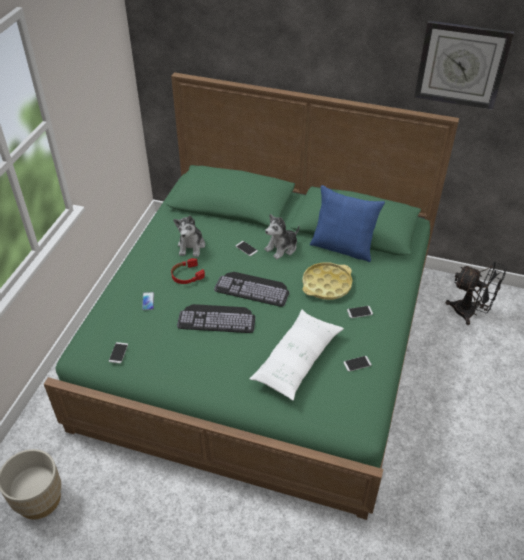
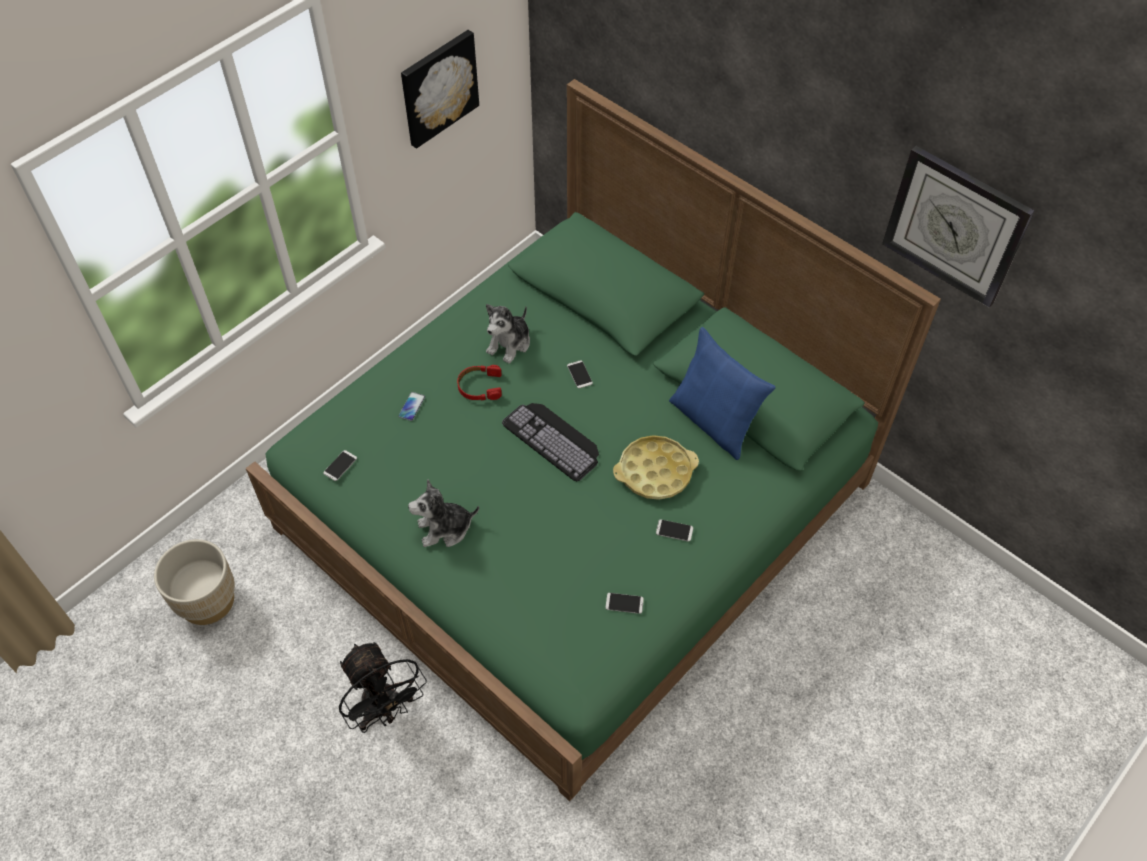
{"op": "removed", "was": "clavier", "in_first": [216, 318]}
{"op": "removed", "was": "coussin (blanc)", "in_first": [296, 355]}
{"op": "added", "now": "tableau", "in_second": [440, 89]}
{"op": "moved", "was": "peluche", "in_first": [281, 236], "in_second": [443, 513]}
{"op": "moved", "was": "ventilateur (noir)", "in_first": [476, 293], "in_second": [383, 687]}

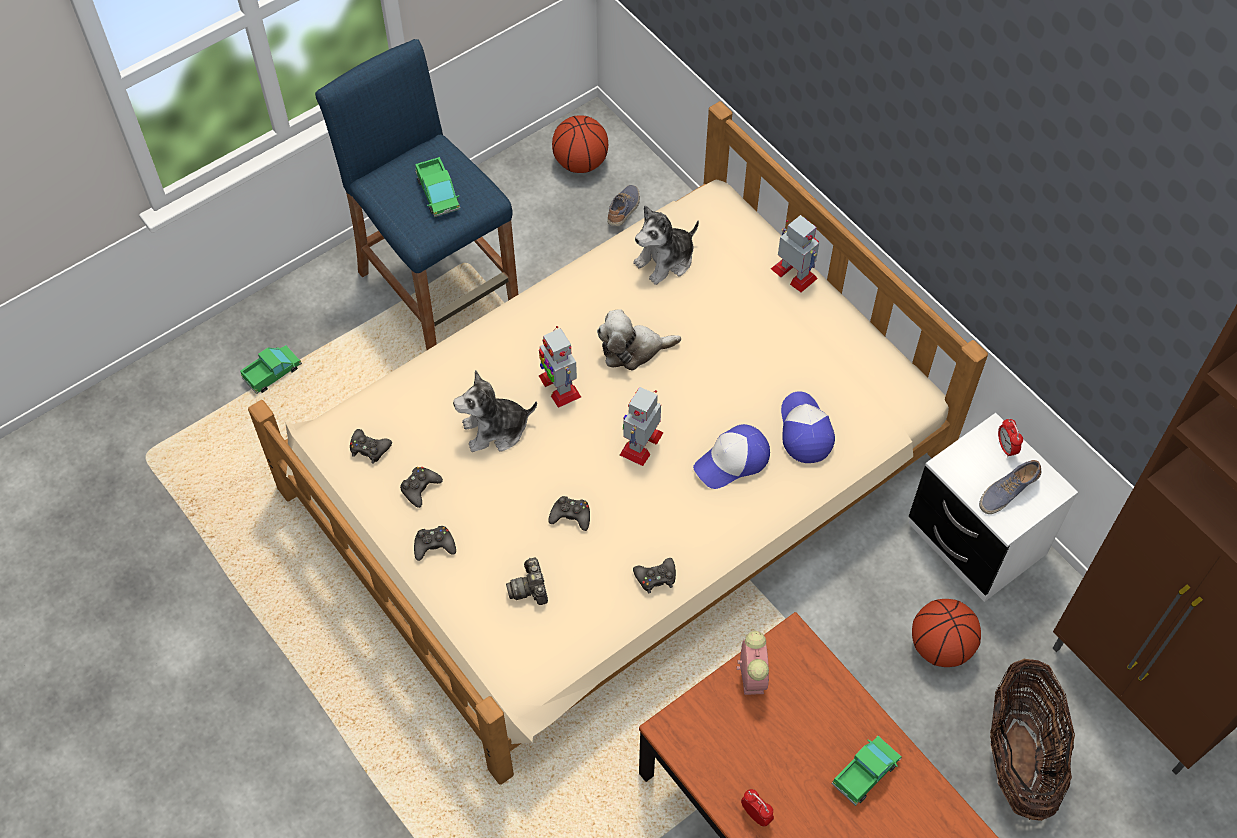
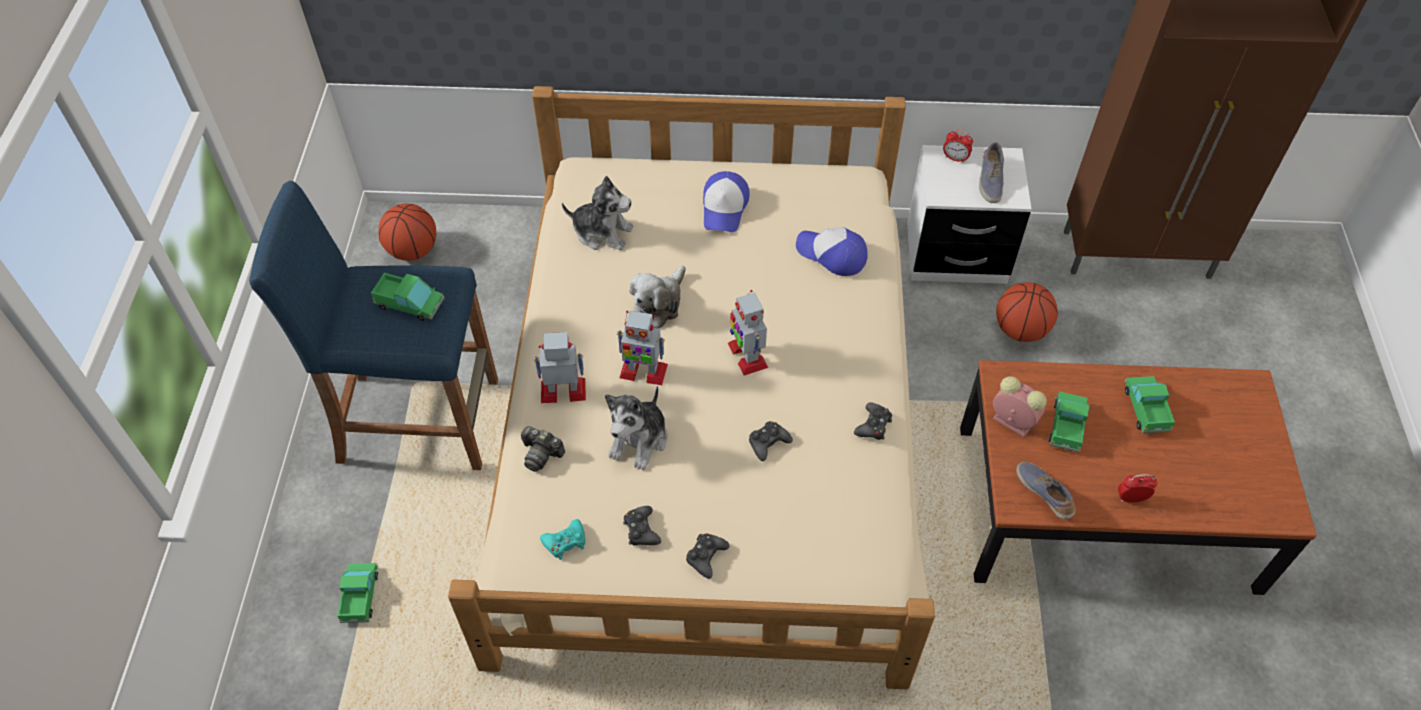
{"op": "removed", "was": "panier", "in_first": [1032, 740]}
{"op": "added", "now": "camion jouet", "in_second": [1069, 421]}
{"op": "moved", "was": "appareil photo", "in_first": [527, 581], "in_second": [543, 449]}
{"op": "moved", "was": "chaussure", "in_first": [623, 205], "in_second": [1046, 490]}
{"op": "moved", "was": "casquette", "in_first": [731, 456], "in_second": [726, 201]}
{"op": "moved", "was": "robot jouet", "in_first": [795, 253], "in_second": [560, 367]}
{"op": "recoloured", "was": "manette (noir)", "now": "manette (turquoise)", "in_first": [371, 446], "in_second": [562, 539]}
{"op": "turned", "was": "peluche", "in_first": [666, 245], "in_second": [598, 213], "clockwise": -75}

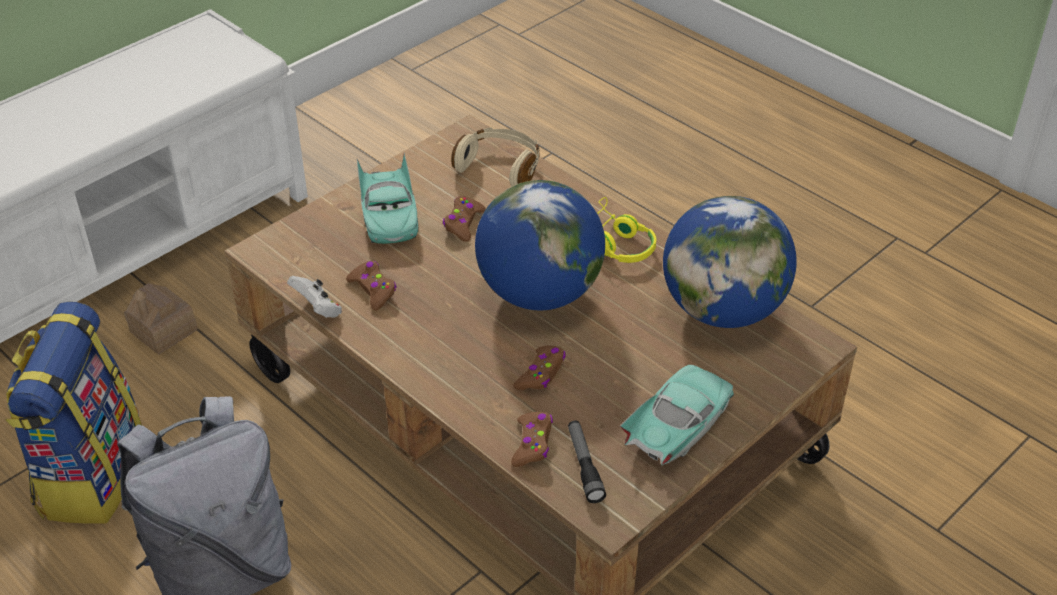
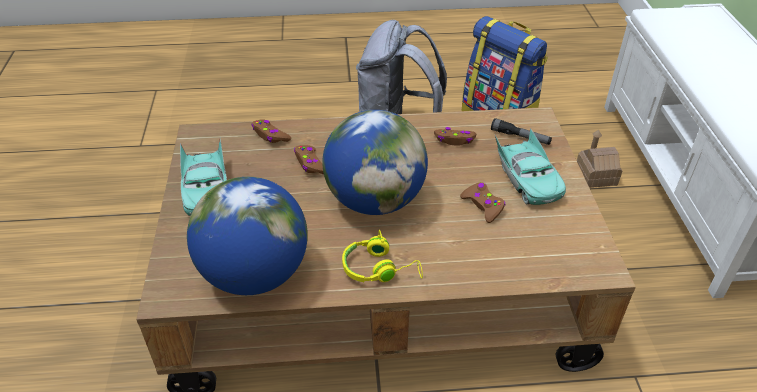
{"op": "removed", "was": "manette (blanc)", "in_first": [314, 297]}
{"op": "removed", "was": "casque audio (beige)", "in_first": [495, 157]}
{"op": "moved", "was": "lampe de poche", "in_first": [587, 462], "in_second": [521, 131]}
{"op": "turned", "was": "petite voiture (turquoise)", "in_first": [387, 198], "in_second": [530, 166], "clockwise": -135}

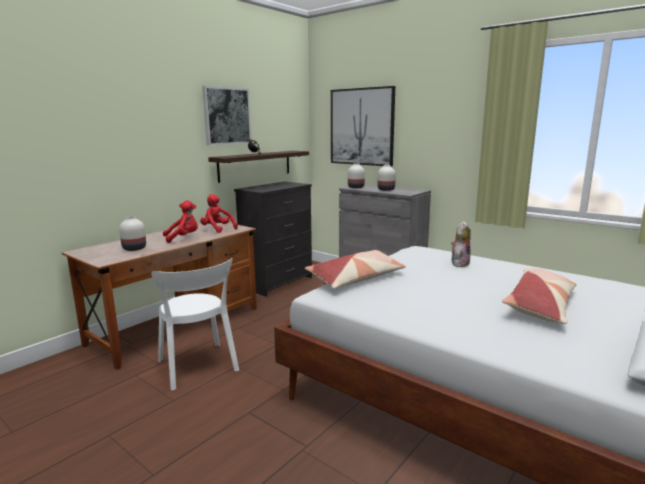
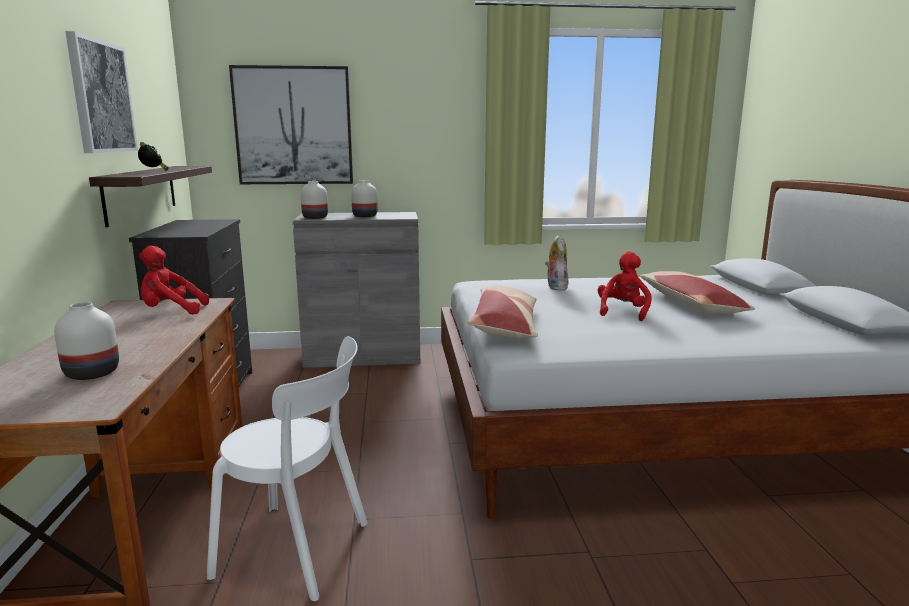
{"op": "moved", "was": "peluche (rouge)", "in_first": [180, 221], "in_second": [625, 286]}

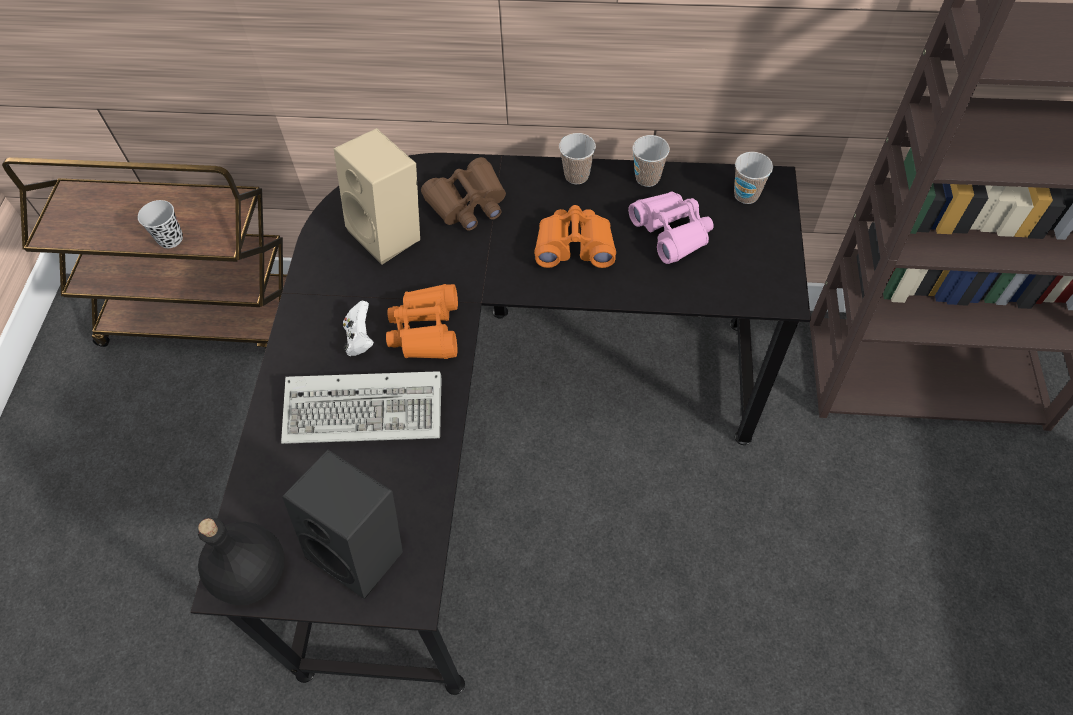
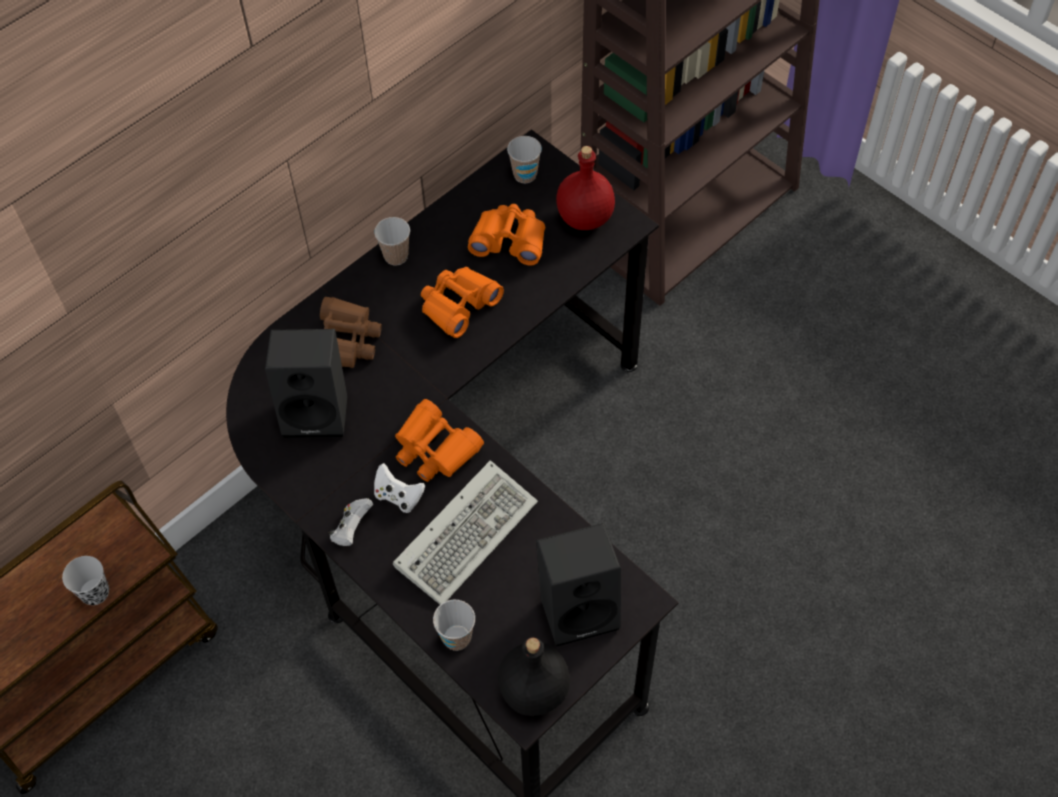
{"op": "added", "now": "manette (blanc)", "in_second": [351, 522]}
{"op": "added", "now": "bouteille (rouge)", "in_second": [585, 188]}
{"op": "moved", "was": "tasse", "in_first": [651, 161], "in_second": [454, 625]}
{"op": "recoloured", "was": "enceinte (beige)", "now": "enceinte (noir)", "in_first": [377, 196], "in_second": [306, 383]}
{"op": "recoloured", "was": "jumelles (rose)", "now": "jumelles (orange)", "in_first": [671, 227], "in_second": [506, 235]}

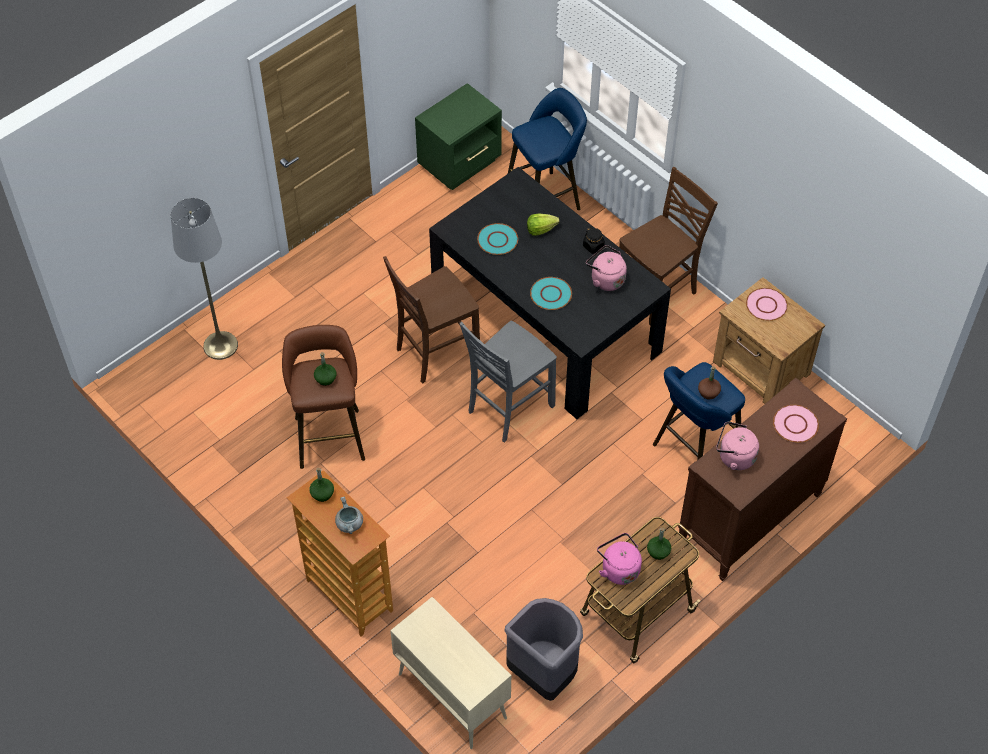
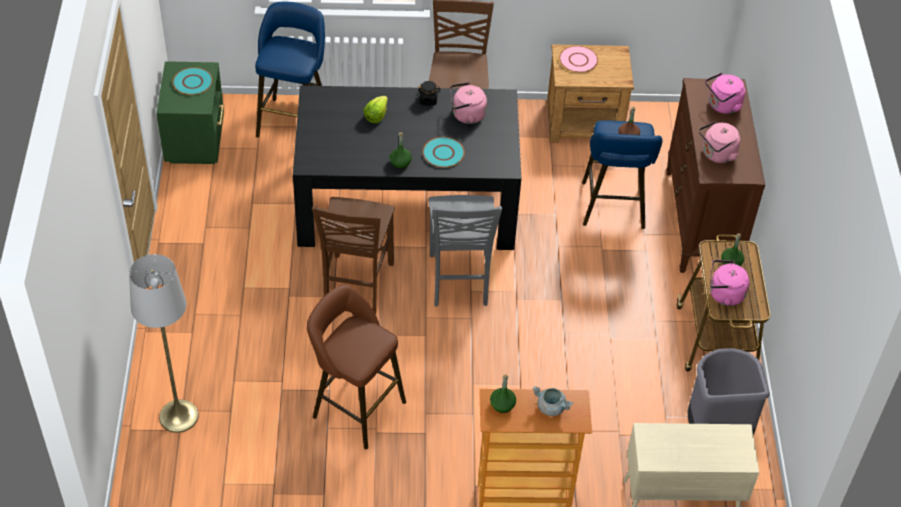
{"op": "moved", "was": "bouteille (vert)", "in_first": [325, 369], "in_second": [401, 150]}
{"op": "moved", "was": "assiette (turquoise)", "in_first": [497, 239], "in_second": [192, 81]}
{"op": "replaced", "was": "assiette (rose)", "now": "bouilloire (rose)", "in_first": [796, 424], "in_second": [725, 93]}

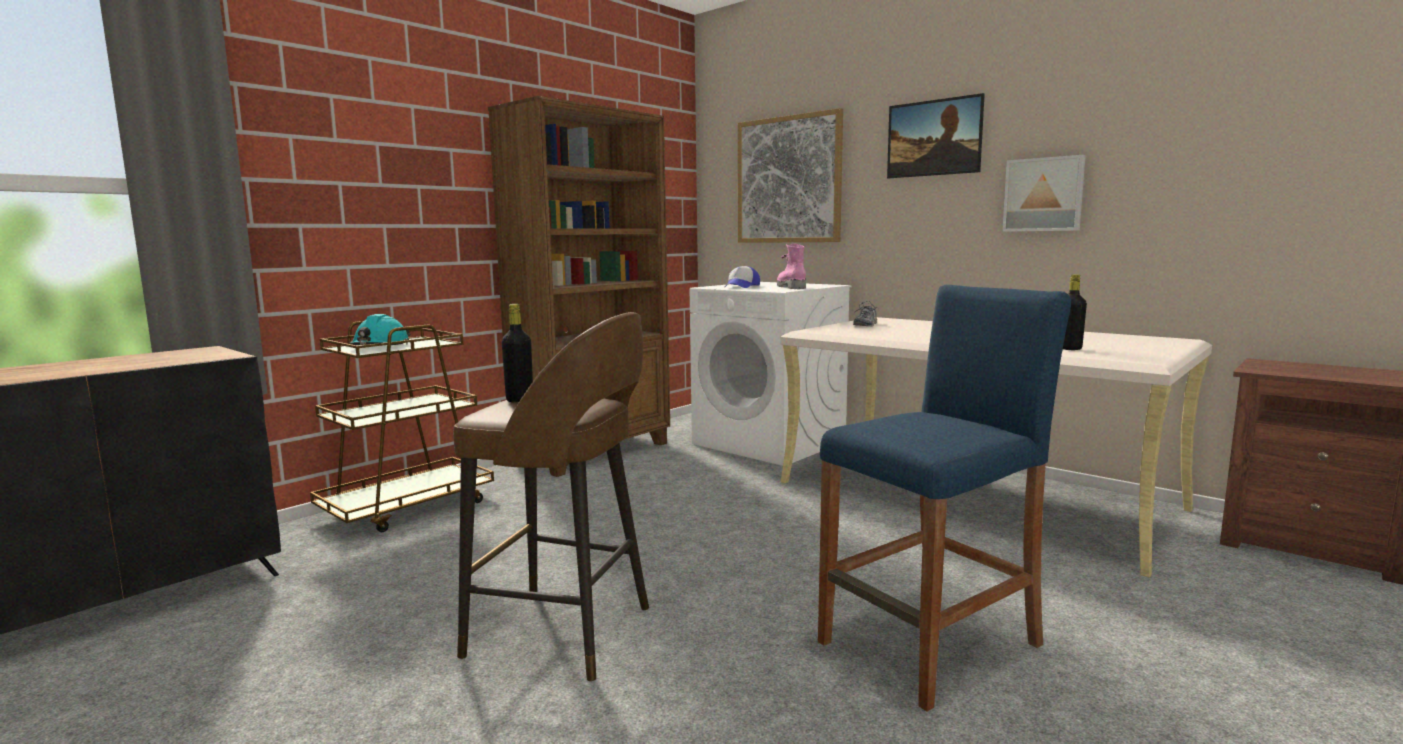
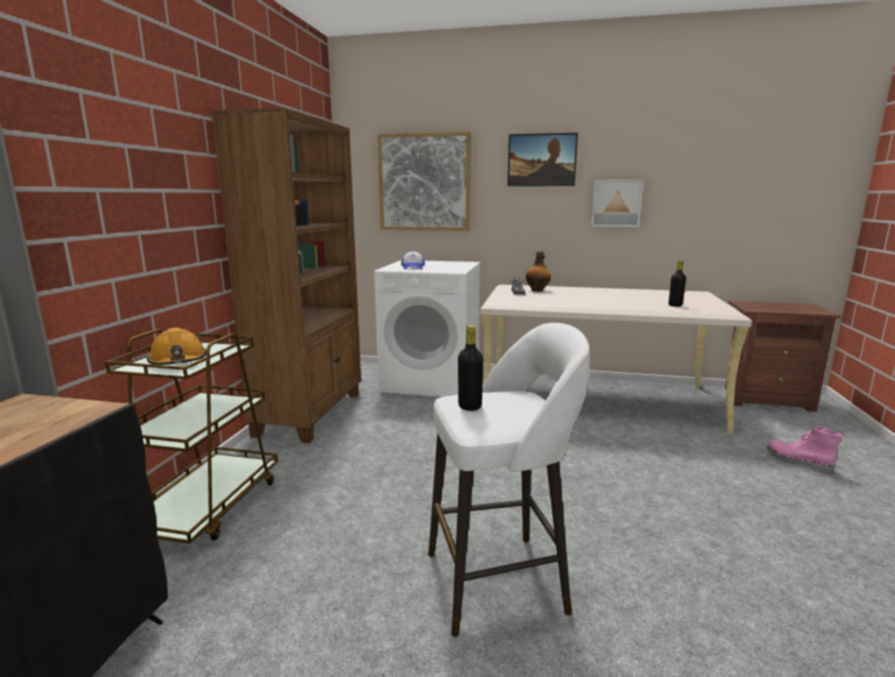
{"op": "removed", "was": "tabouret (bleu)", "in_first": [944, 498]}
{"op": "added", "now": "bouteille", "in_second": [538, 271]}
{"op": "moved", "was": "botte (rose)", "in_first": [791, 266], "in_second": [804, 450]}
{"op": "recoloured", "was": "casque de chantier (turquoise)", "now": "casque de chantier (orange)", "in_first": [380, 329], "in_second": [176, 346]}
{"op": "recoloured", "was": "tabouret (marron)", "now": "tabouret (blanc)", "in_first": [551, 497], "in_second": [508, 480]}

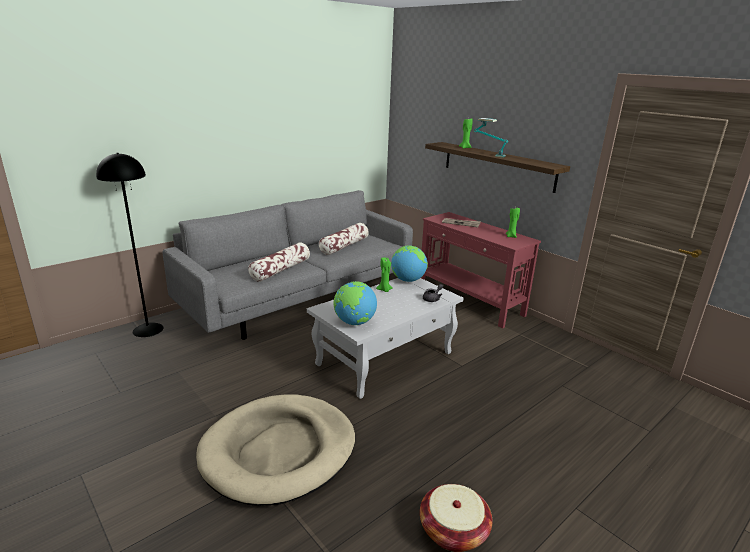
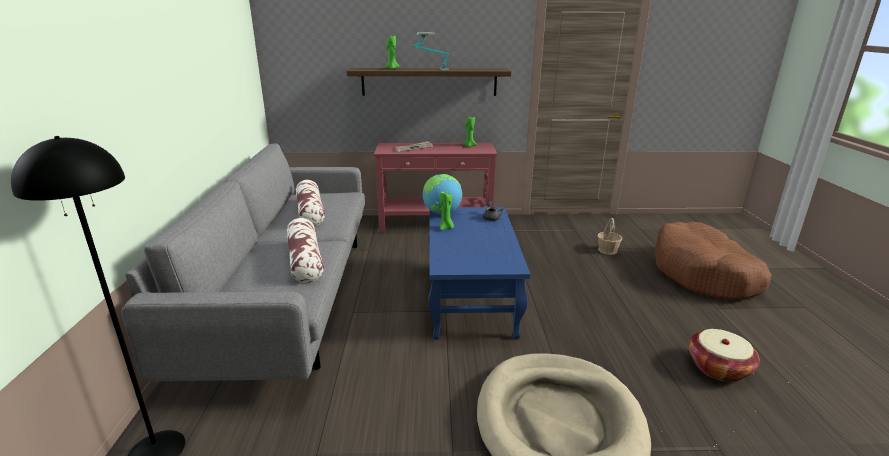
{"op": "removed", "was": "globe", "in_first": [355, 303]}
{"op": "added", "now": "panier", "in_second": [610, 236]}
{"op": "added", "now": "panier pour chien (marron)", "in_second": [713, 261]}
{"op": "recoloured", "was": "table basse (blanc)", "now": "table basse (bleu)", "in_first": [385, 338], "in_second": [479, 273]}

